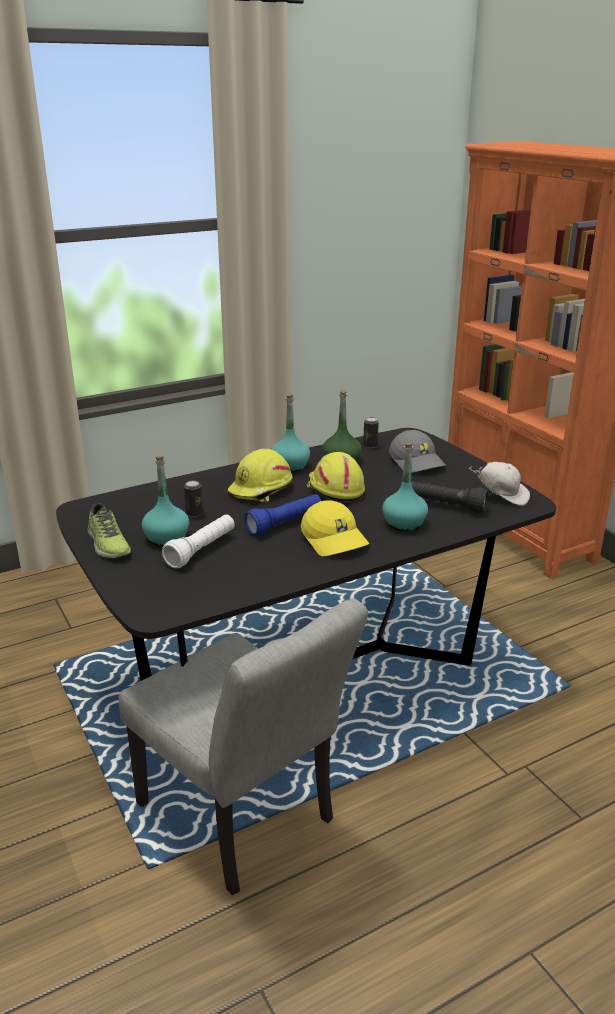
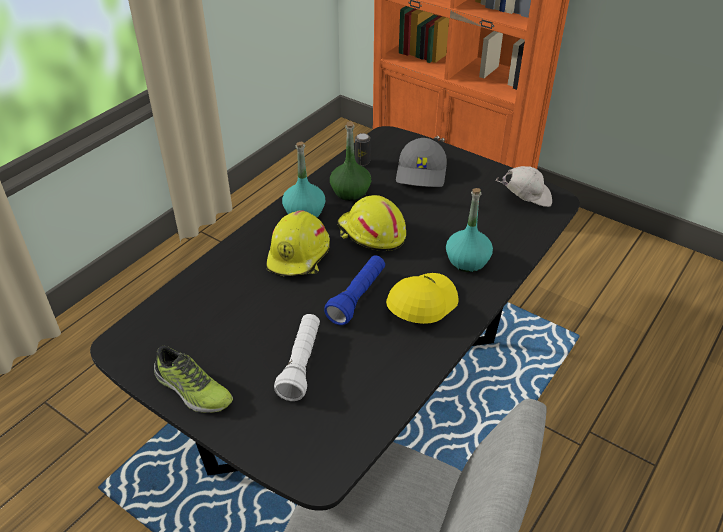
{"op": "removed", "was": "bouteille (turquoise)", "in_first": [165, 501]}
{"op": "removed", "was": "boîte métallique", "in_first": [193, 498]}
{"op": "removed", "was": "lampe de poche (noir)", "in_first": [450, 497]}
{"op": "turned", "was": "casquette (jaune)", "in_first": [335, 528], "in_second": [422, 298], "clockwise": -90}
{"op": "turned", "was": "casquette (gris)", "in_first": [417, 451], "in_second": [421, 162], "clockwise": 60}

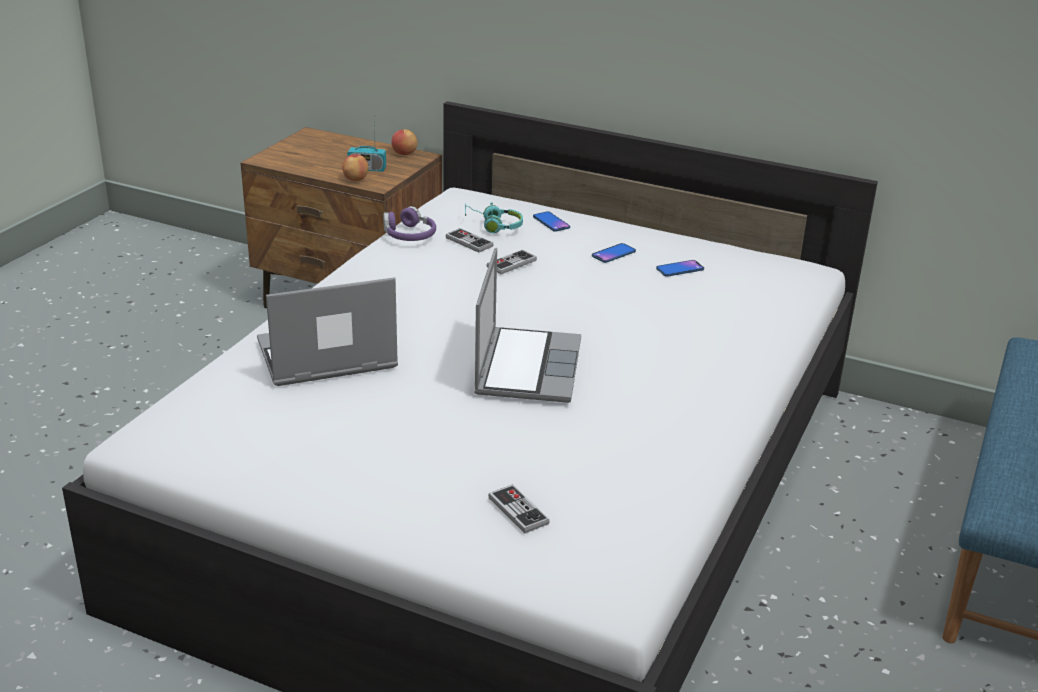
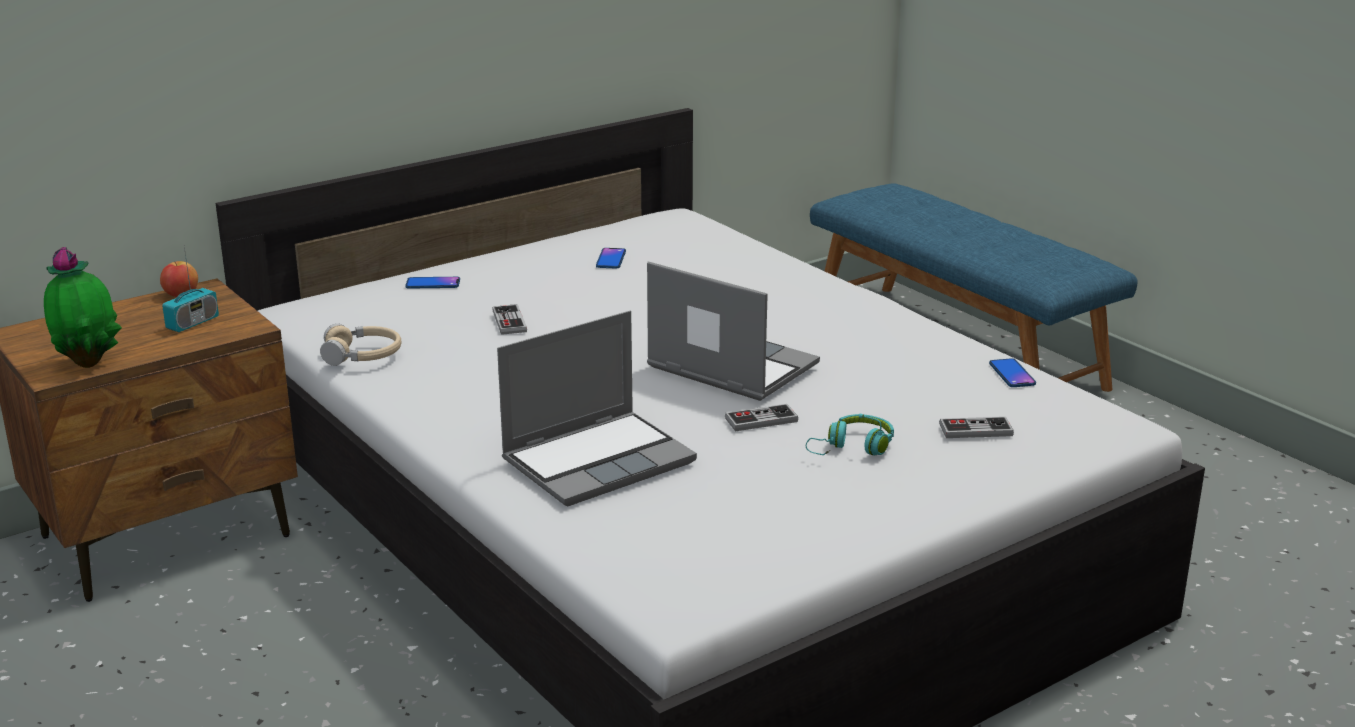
{"op": "removed", "was": "pomme", "in_first": [355, 167]}
{"op": "added", "now": "plante en pot", "in_second": [83, 307]}
{"op": "moved", "was": "manette", "in_first": [470, 240], "in_second": [761, 417]}
{"op": "moved", "was": "casque audio (turquoise)", "in_first": [494, 217], "in_second": [850, 435]}
{"op": "moved", "was": "téléphone", "in_first": [614, 253], "in_second": [1012, 372]}
{"op": "recoloured", "was": "casque audio (violet)", "now": "casque audio (beige)", "in_first": [409, 223], "in_second": [360, 345]}
{"op": "turned", "was": "ordinateur portable", "in_first": [327, 331], "in_second": [597, 408], "clockwise": -135}

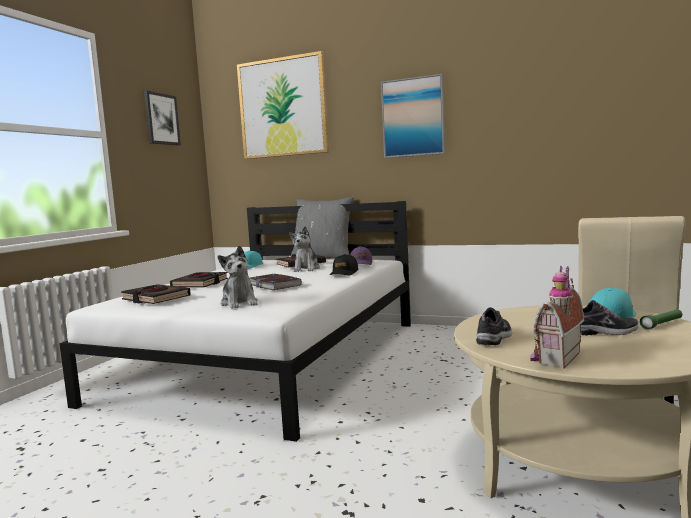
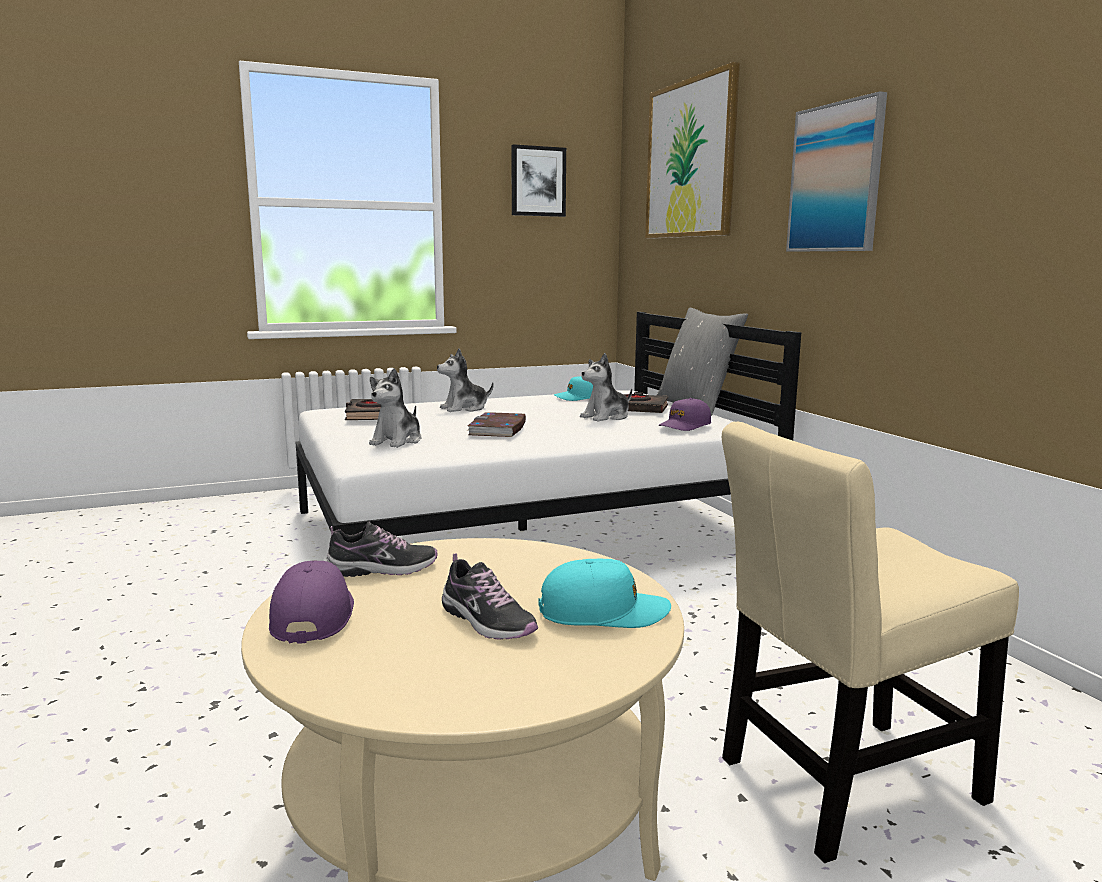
{"op": "removed", "was": "casquette (noir)", "in_first": [344, 264]}
{"op": "removed", "was": "lampe de poche (vert)", "in_first": [661, 319]}
{"op": "replaced", "was": "livre (noir)", "now": "peluche", "in_first": [199, 280], "in_second": [465, 380]}
{"op": "replaced", "was": "maison miniature", "now": "casquette (violet)", "in_first": [557, 317], "in_second": [311, 602]}

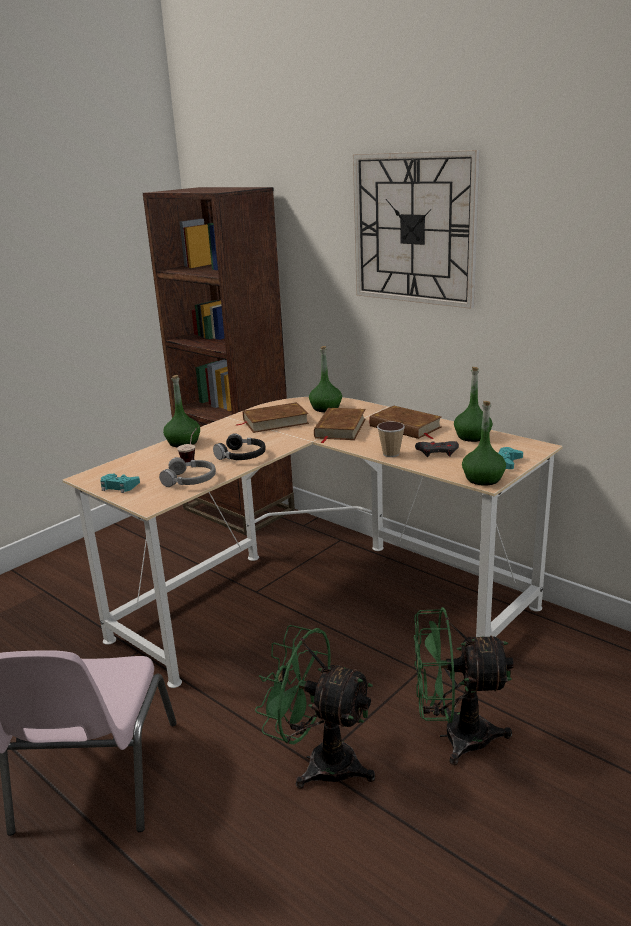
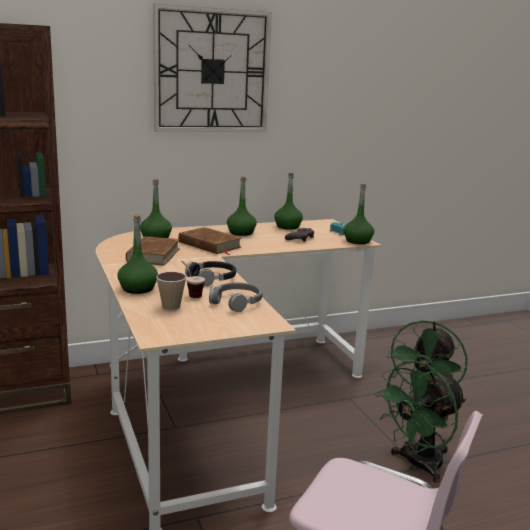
{"op": "removed", "was": "manette (turquoise)", "in_first": [120, 483]}
{"op": "moved", "was": "tasse", "in_first": [391, 439], "in_second": [171, 291]}
{"op": "replaced", "was": "livre (marron)", "now": "bouteille (vert)", "in_first": [405, 422], "in_second": [242, 206]}

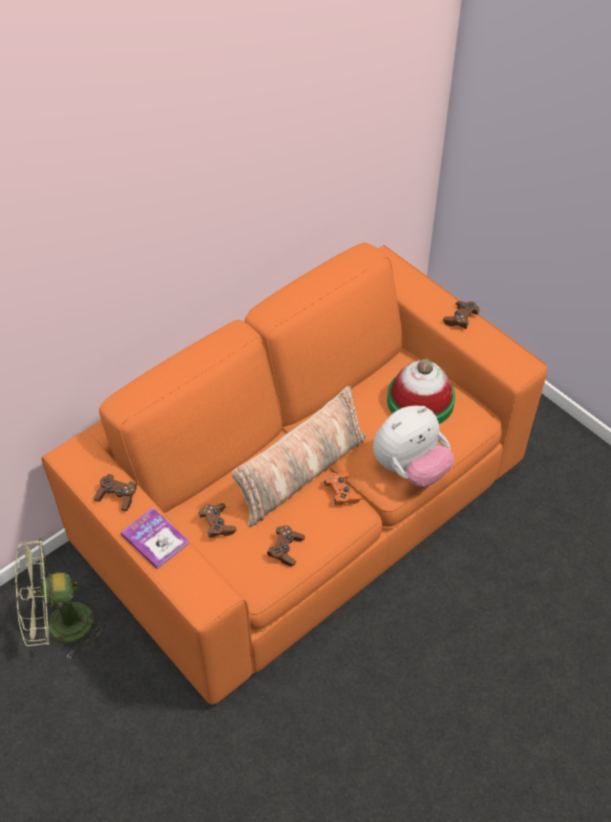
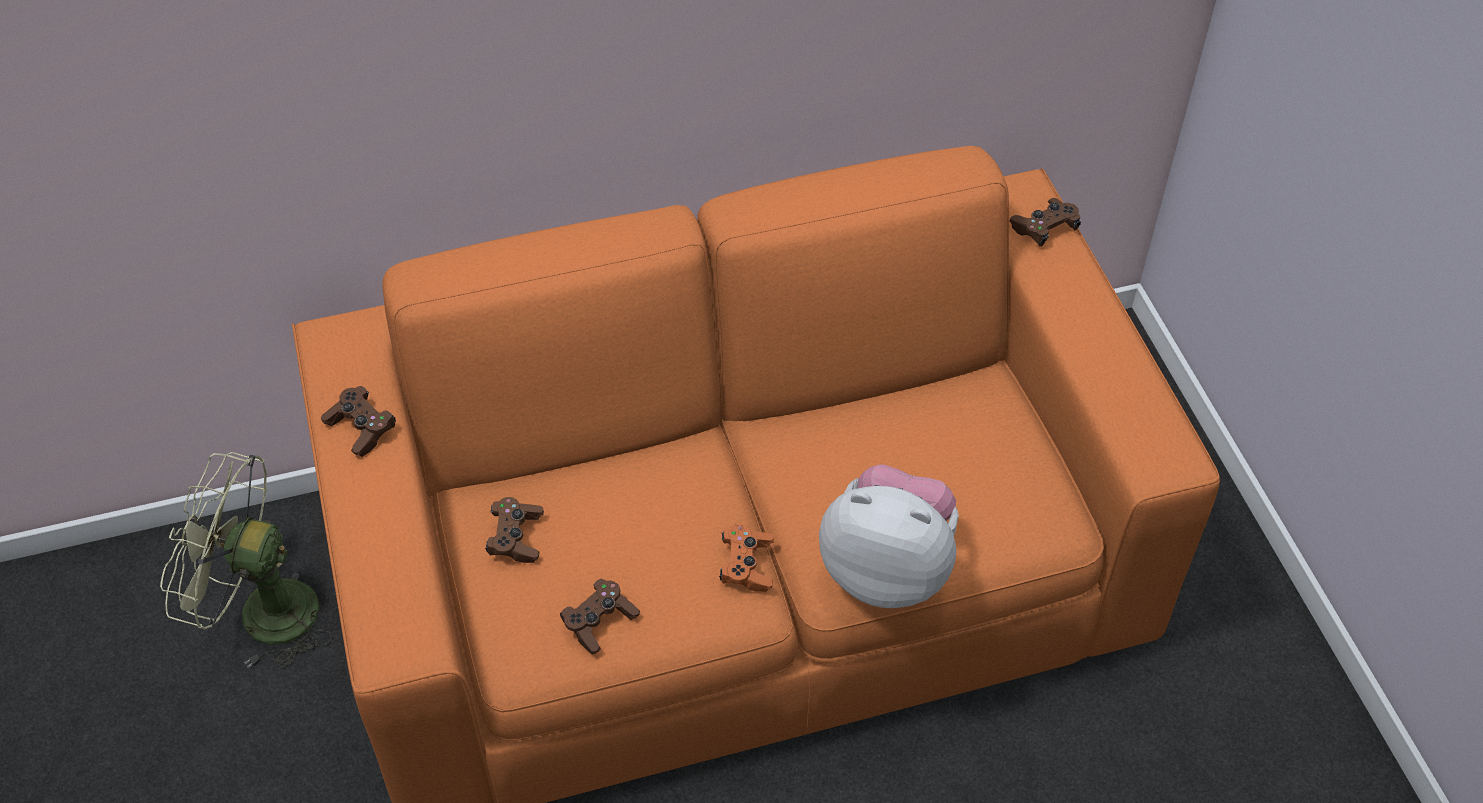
{"op": "removed", "was": "livre", "in_first": [155, 538]}
{"op": "removed", "was": "coussin", "in_first": [299, 456]}
{"op": "removed", "was": "chapeau", "in_first": [421, 391]}
{"op": "moved", "was": "manette (marron)", "in_first": [461, 315], "in_second": [1045, 222]}
{"op": "turned", "was": "peluche", "in_first": [413, 446], "in_second": [889, 536], "clockwise": -150}

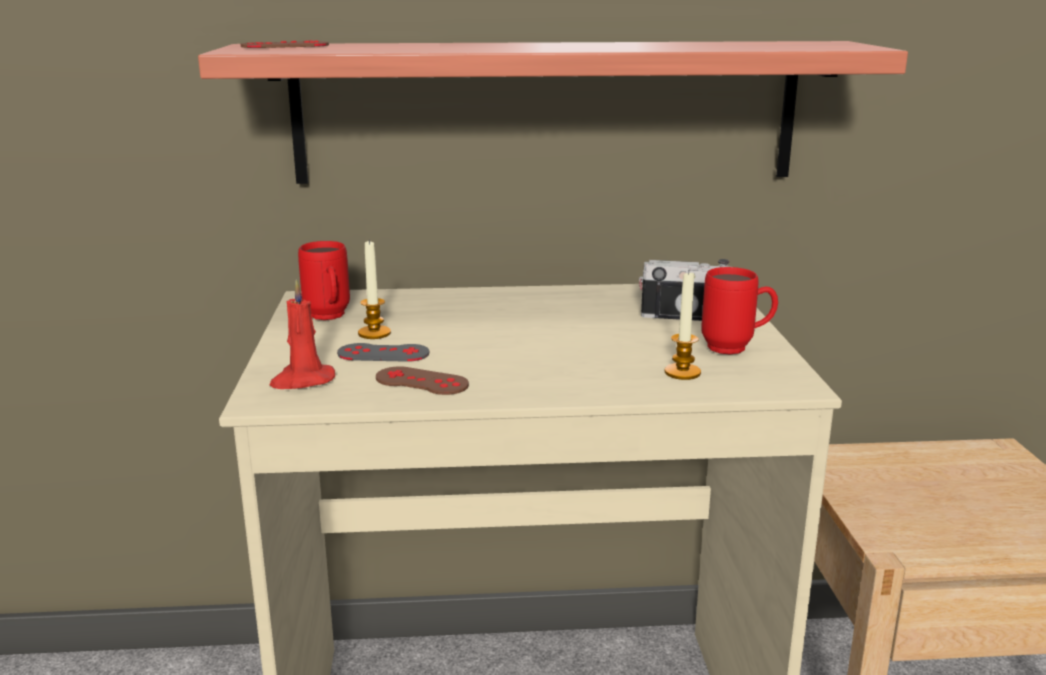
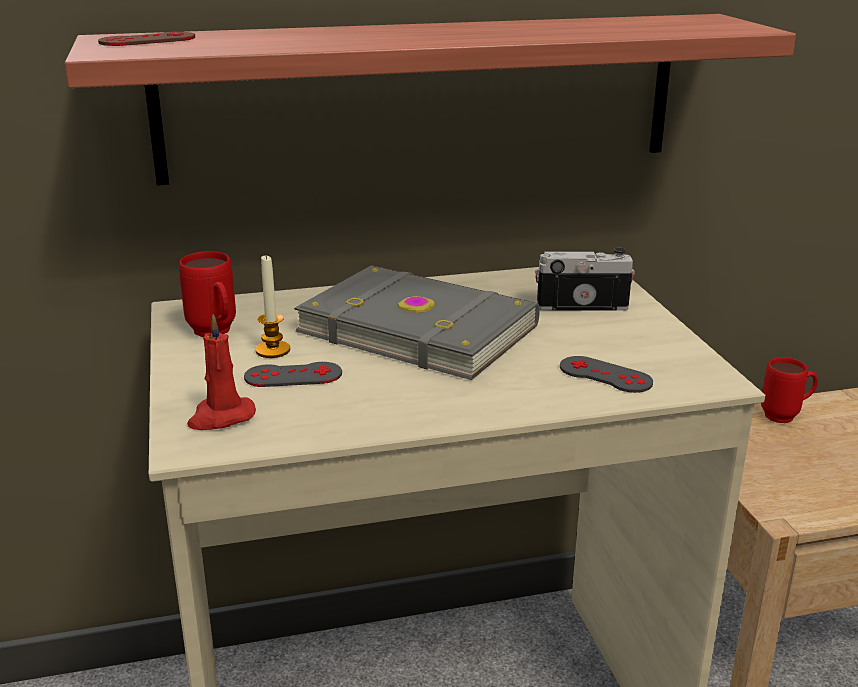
{"op": "removed", "was": "manette (marron)", "in_first": [422, 380]}
{"op": "added", "now": "livre (gris)", "in_second": [417, 322]}
{"op": "moved", "was": "mug (rouge)", "in_first": [739, 310], "in_second": [789, 390]}
{"op": "replaced", "was": "bougie", "now": "manette (gris)", "in_first": [683, 325], "in_second": [606, 374]}

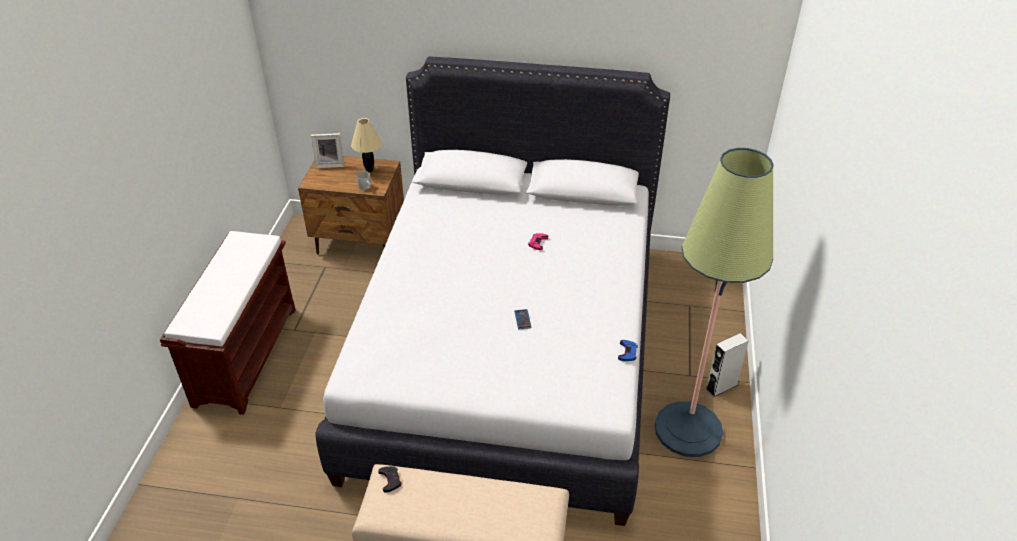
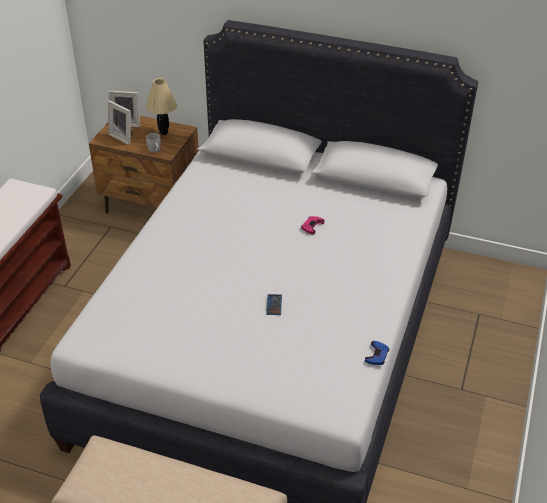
{"op": "removed", "was": "manette (noir)", "in_first": [389, 479]}
{"op": "removed", "was": "lampadaire", "in_first": [714, 302]}
{"op": "removed", "was": "enceinte (gris)", "in_first": [727, 365]}
{"op": "added", "now": "cadre photo", "in_second": [120, 122]}

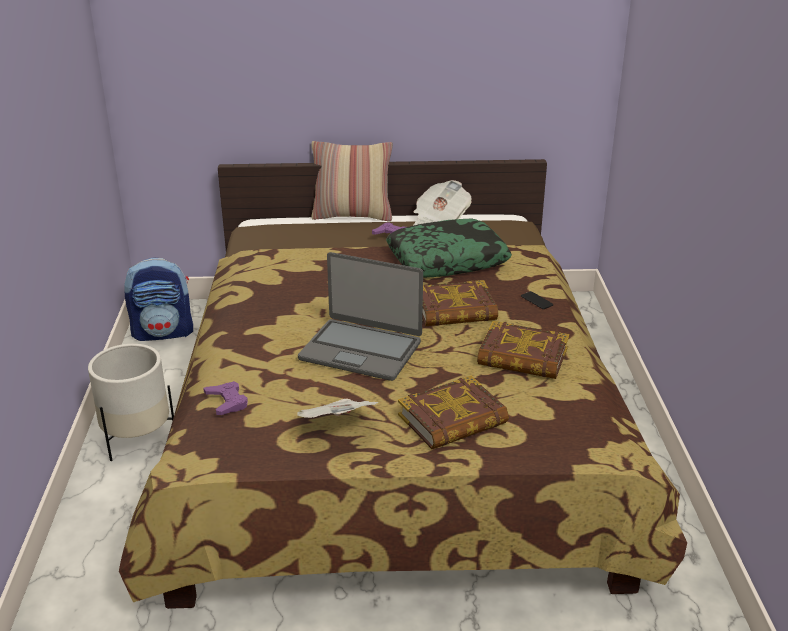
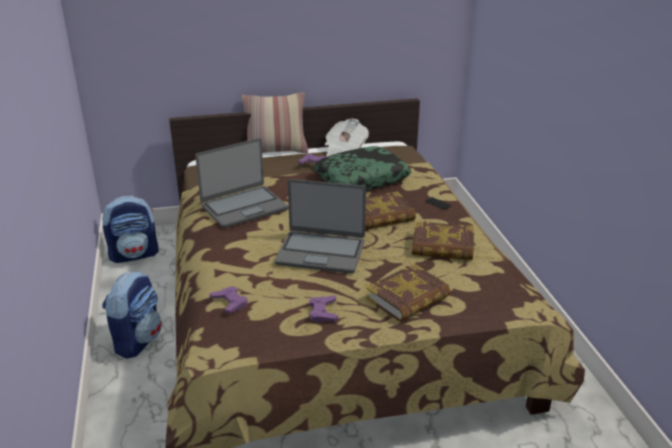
{"op": "added", "now": "ordinateur portable", "in_second": [241, 183]}
{"op": "replaced", "was": "cache-pot (blanc)", "now": "sac à dos", "in_first": [131, 402], "in_second": [132, 315]}
{"op": "replaced", "was": "journal", "now": "manette (violet)", "in_first": [337, 408], "in_second": [323, 308]}

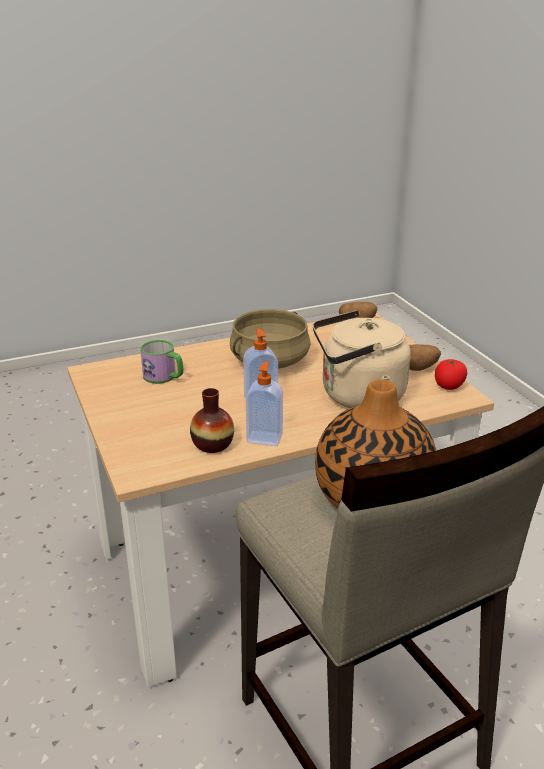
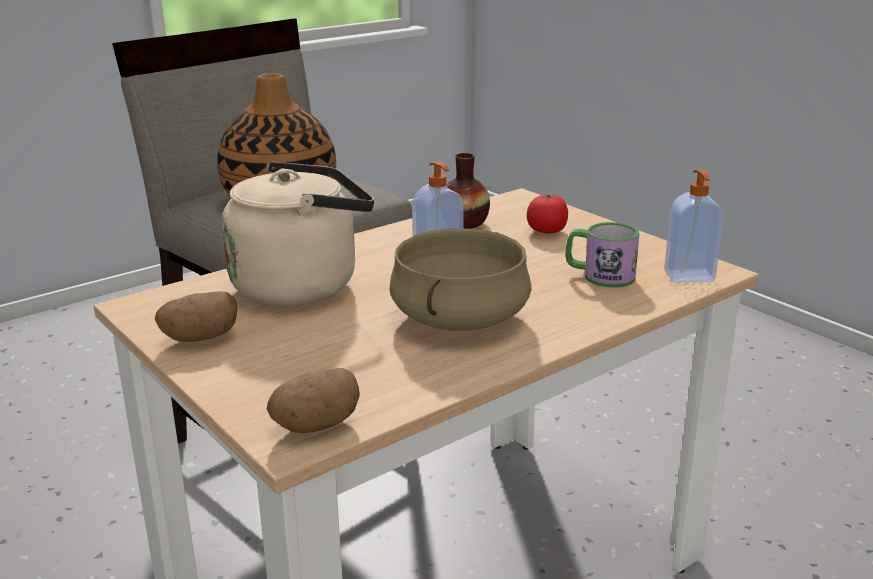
{"op": "moved", "was": "distributeur de savon", "in_first": [264, 404], "in_second": [694, 226]}
{"op": "moved", "was": "tomate", "in_first": [451, 374], "in_second": [547, 213]}

